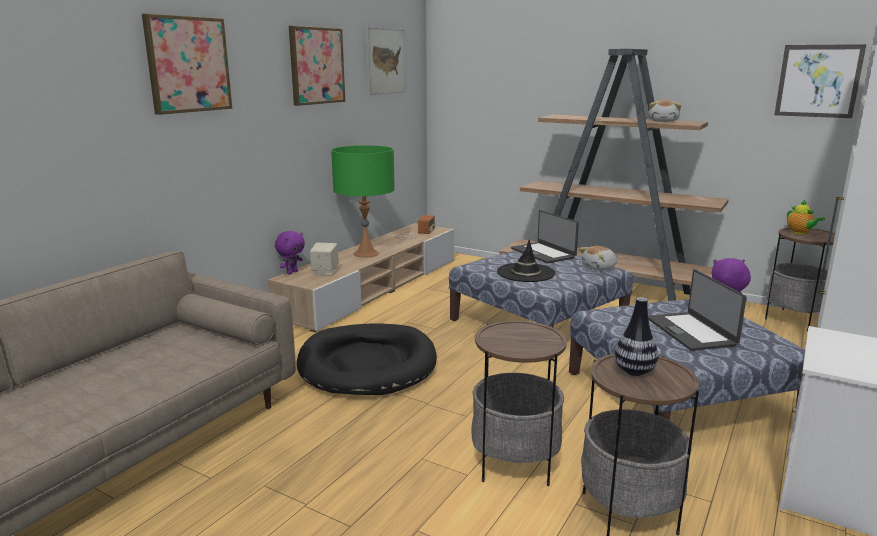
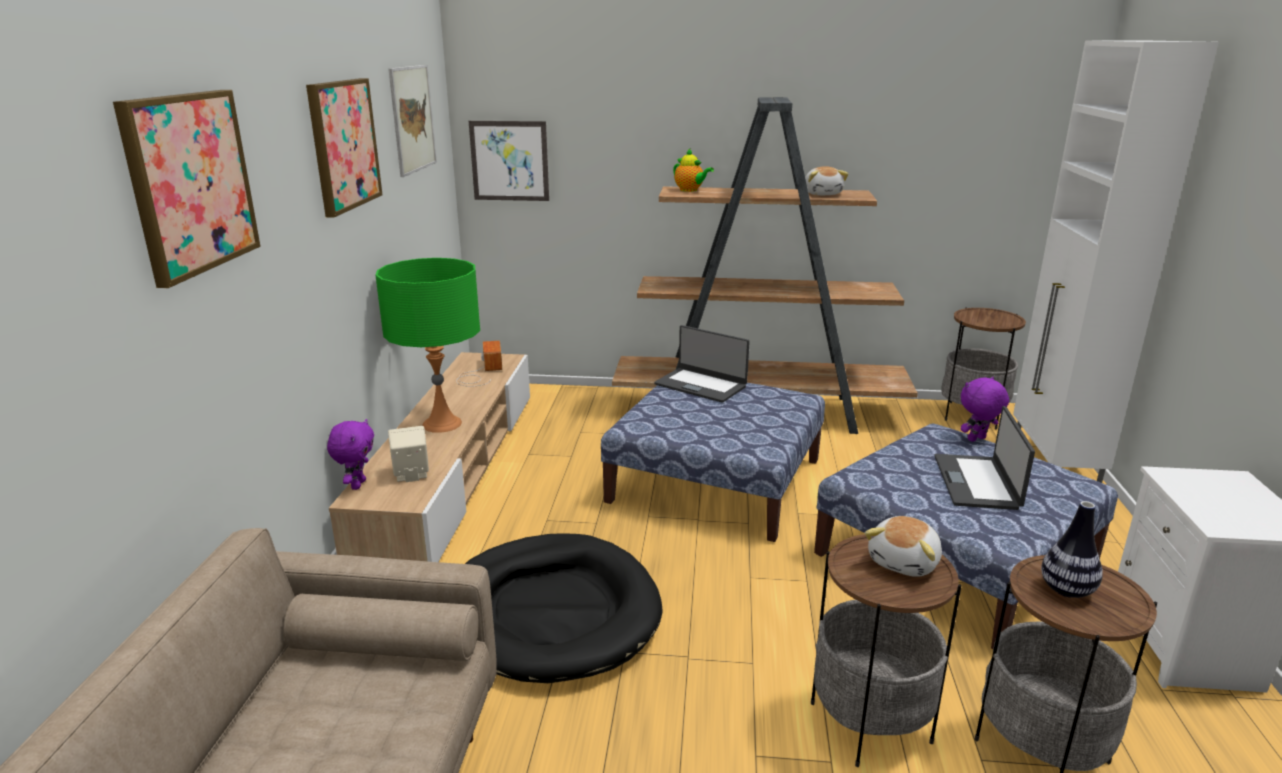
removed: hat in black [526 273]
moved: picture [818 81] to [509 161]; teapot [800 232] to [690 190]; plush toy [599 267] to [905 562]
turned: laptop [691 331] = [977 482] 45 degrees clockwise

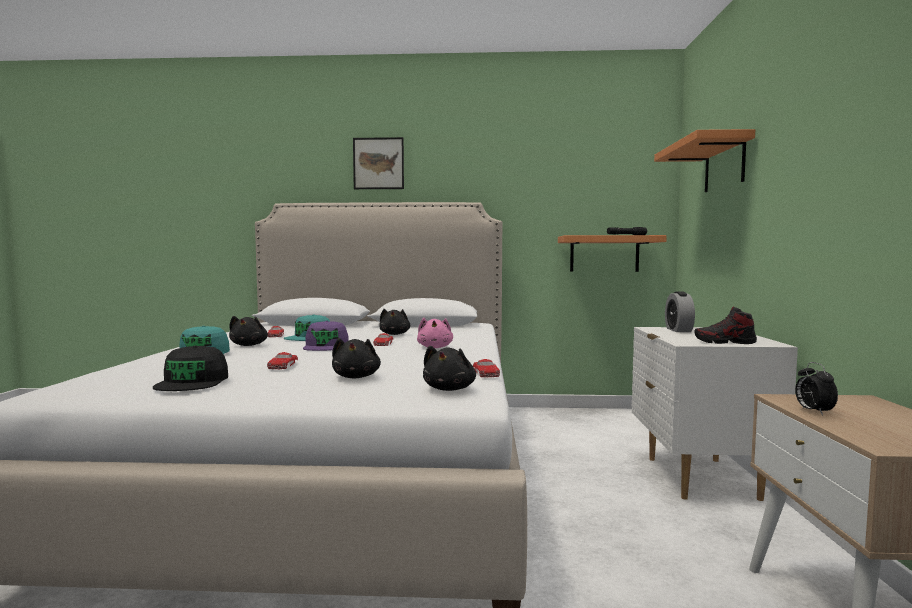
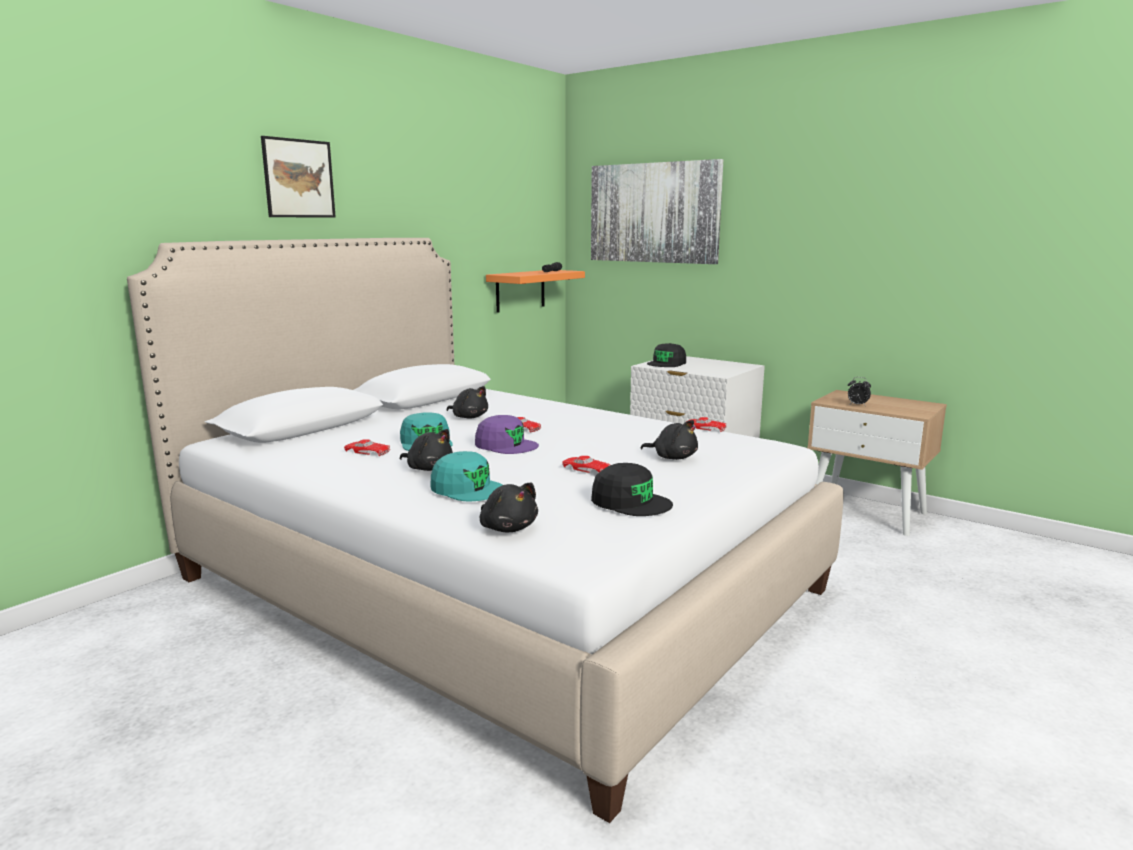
removed: plush toy in pink [435 347]; shoe [725 342]
moved: plush toy in black [450 389] to [507 528]
replaced: shelf in orange [724 165] to picture [654 213]; alarm clock [678 330] to cap in black [667 363]

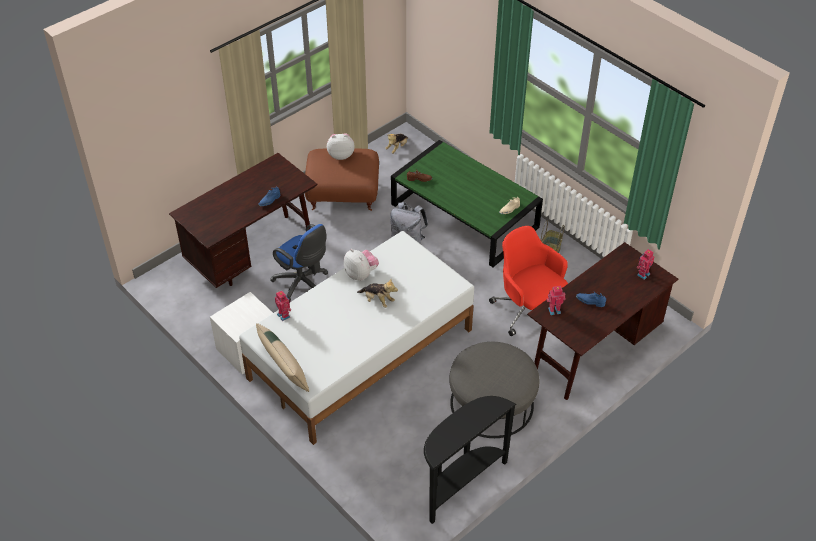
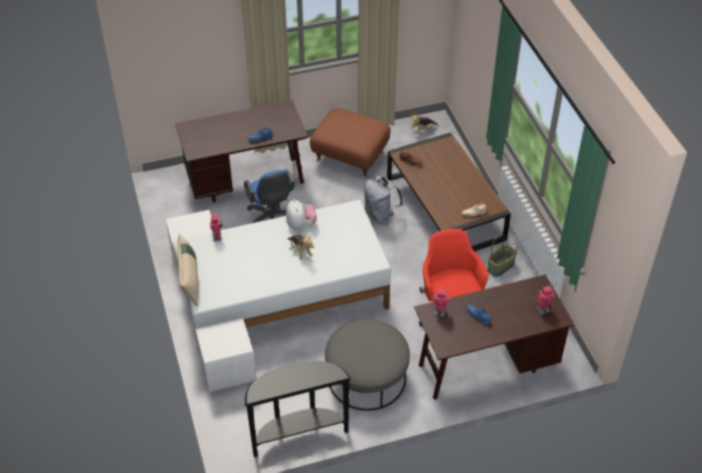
removed: plush toy [341 155]
added: nightstand in white [228 370]
recoloured: coffee table in green [465 215] to coffee table in brown [445 208]

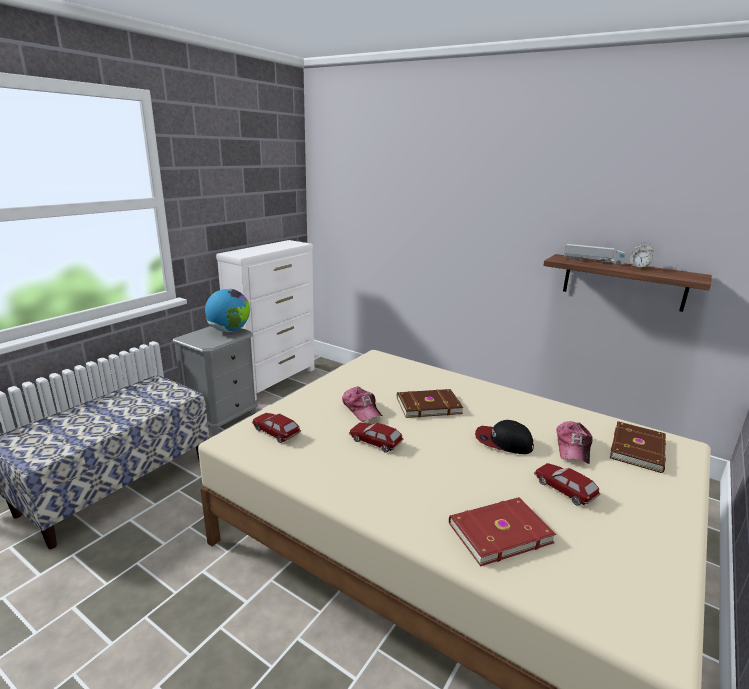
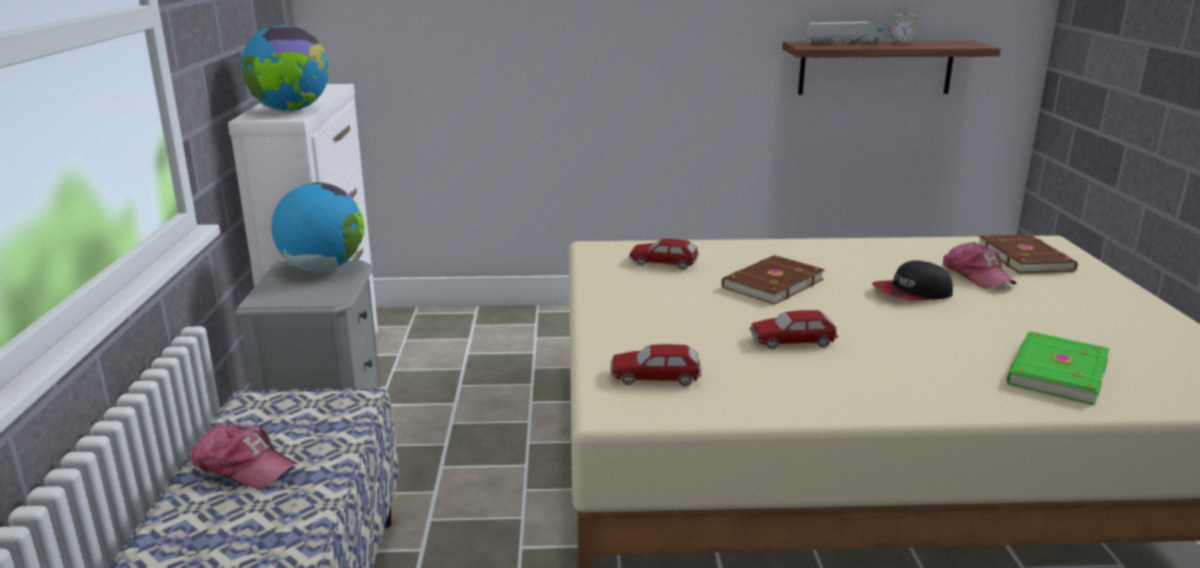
added: globe [290 111]
moved: cap [361 409] to [244 466]; toy car [564 489] to [663 263]
recoloured: book in red [498 532] to book in green [1054 372]

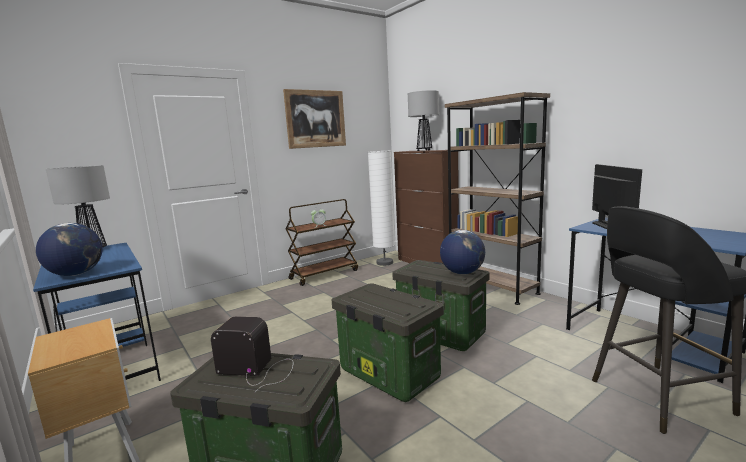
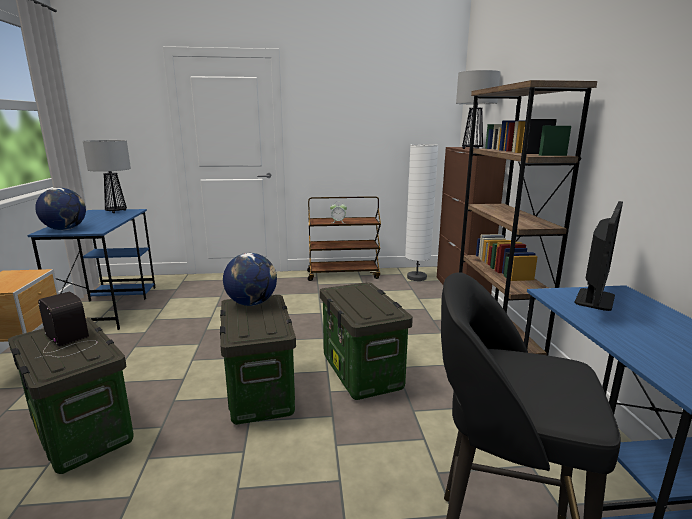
removed: picture [315 119]
moved: globe [462 273] to [252 303]

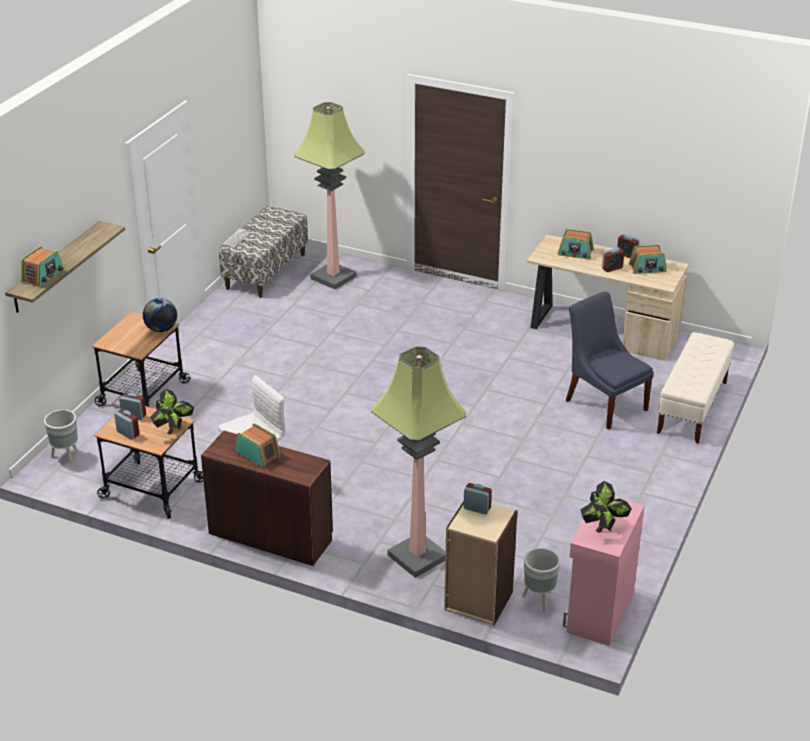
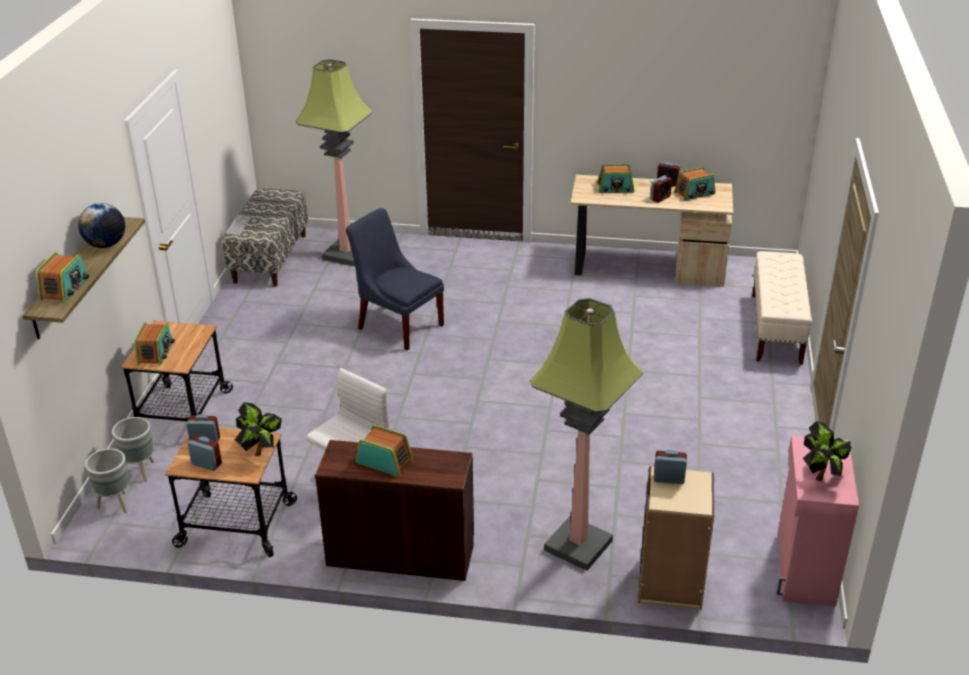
added: radio [156 353]
moved: globe [161 329] to [106 245]; planter in grey [538 600] to [140 472]; chair in blue [604 403] to [398 325]

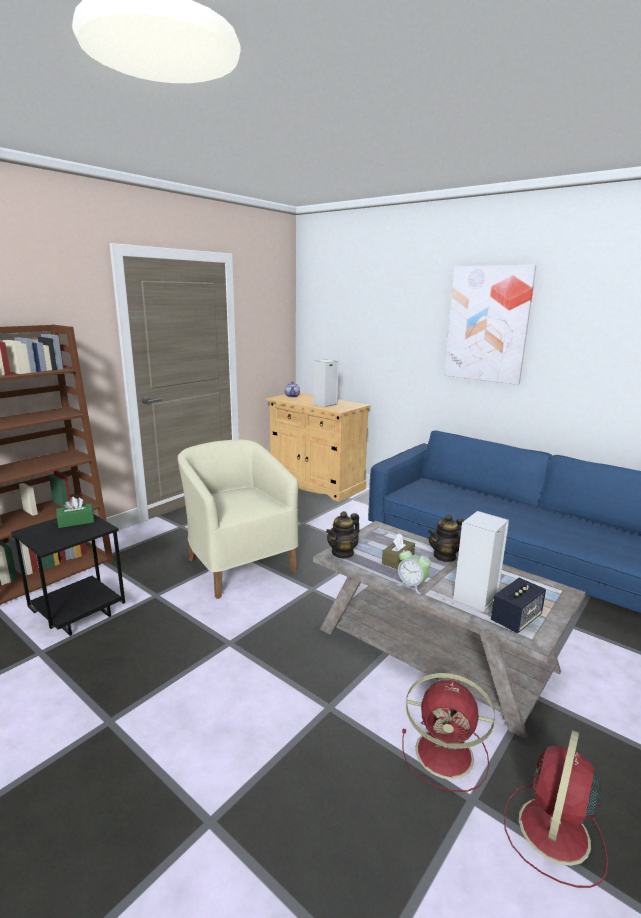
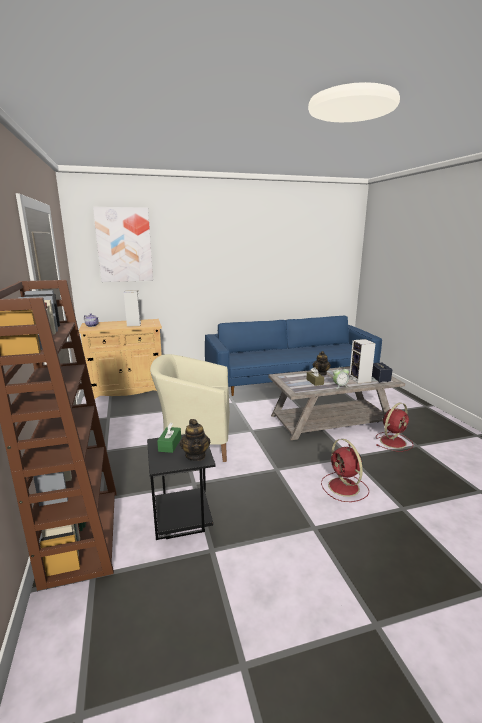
moved: picture [487 324] to [124 245]; teapot [343 553] to [196 455]; fan in red [553 833] to [344 487]

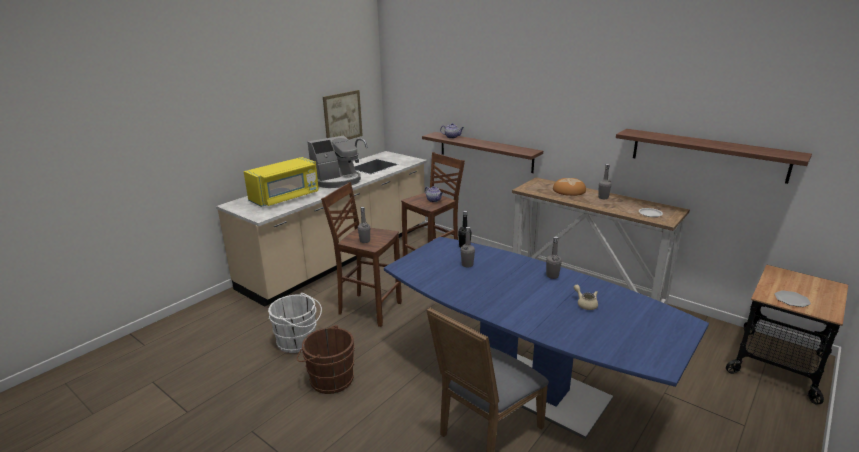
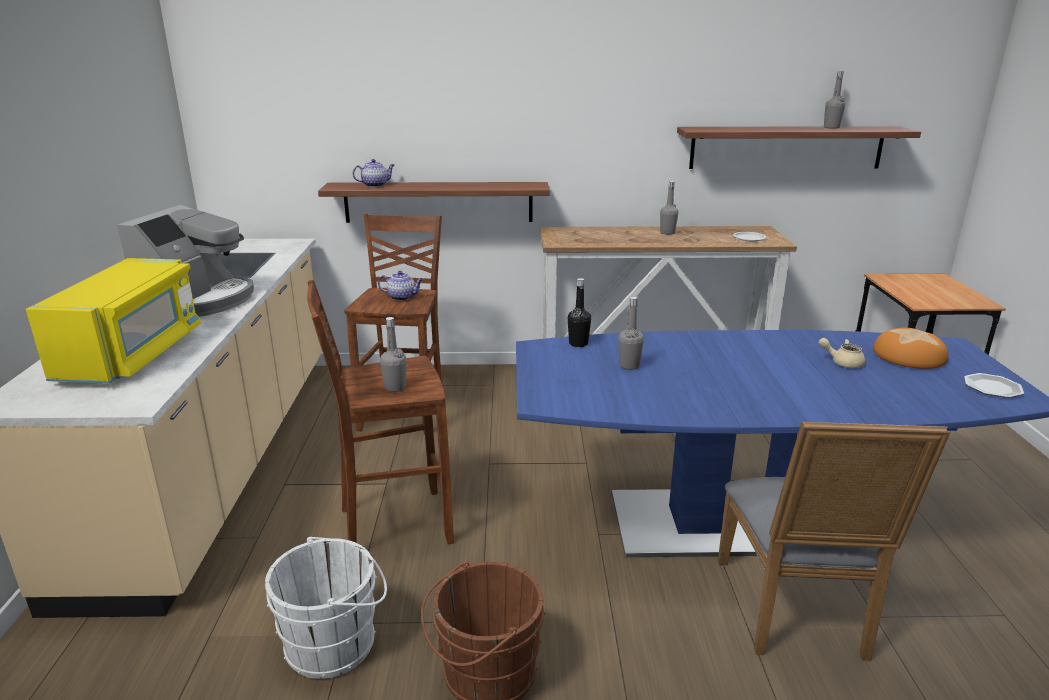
removed: picture [342 117]
moved: bottle in grey [552 276] to [831 127]; bread [568 190] to [908 356]; plate [791 300] to [992 387]

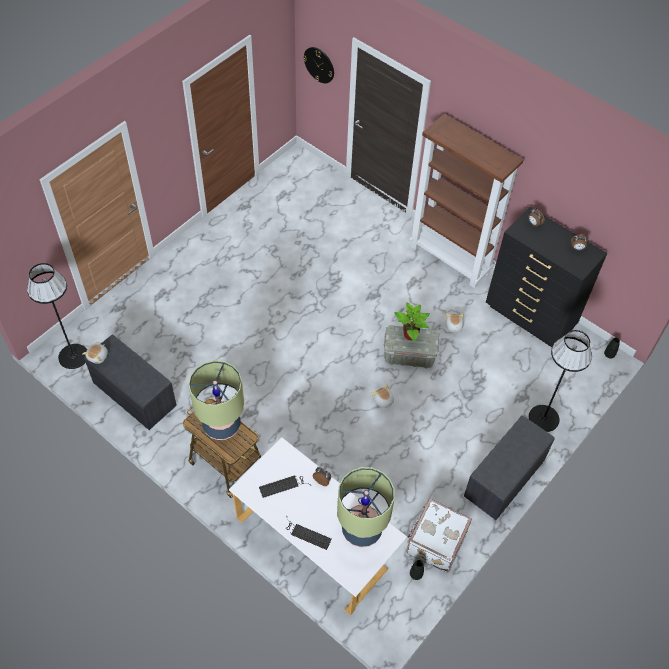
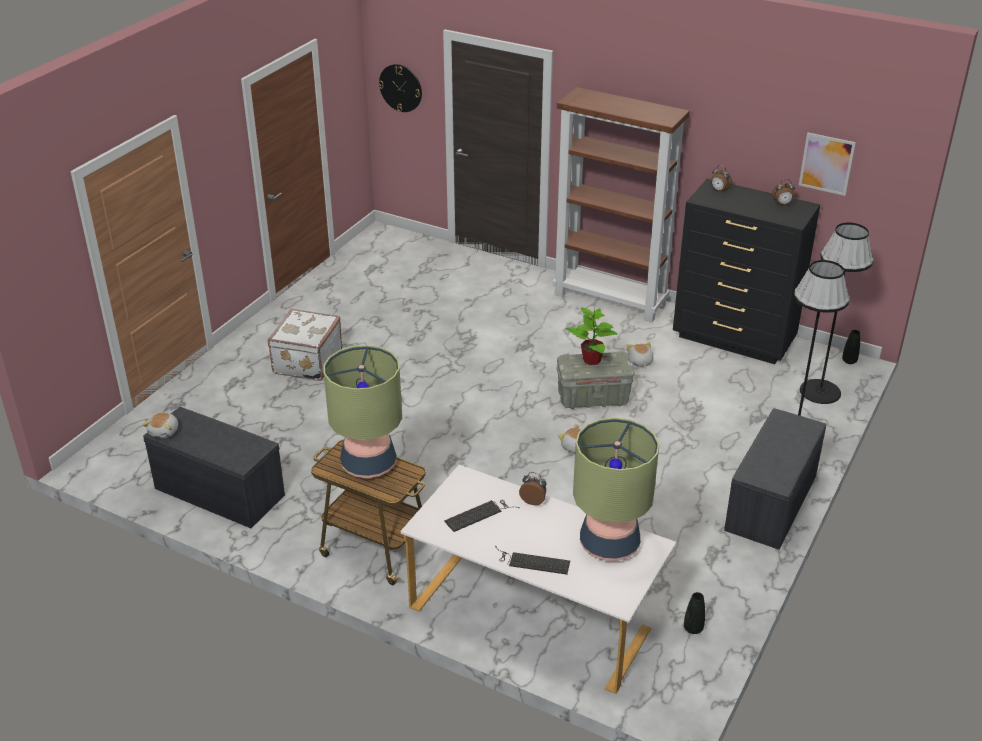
added: picture [826 164]
moved: suitcase in white [435 542] to [306 362]; floor lamp in black [73 356] to [820 391]

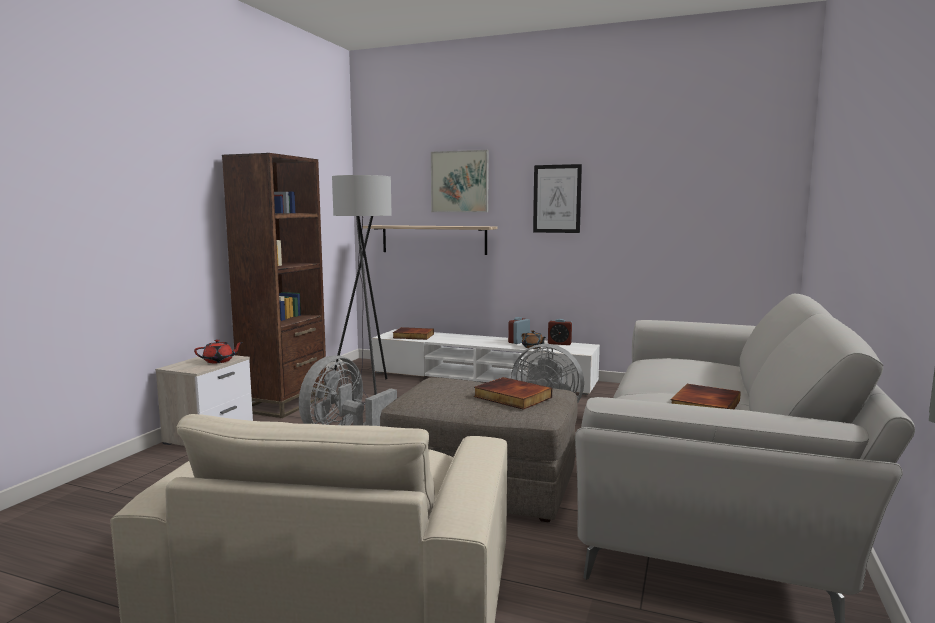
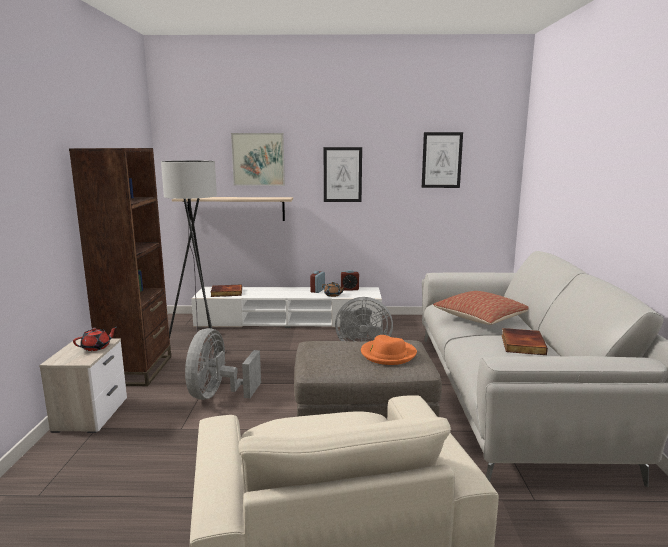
added: picture [441 160]; pillow [480 318]
replaced: book [511 397] to hat in orange [388 354]

